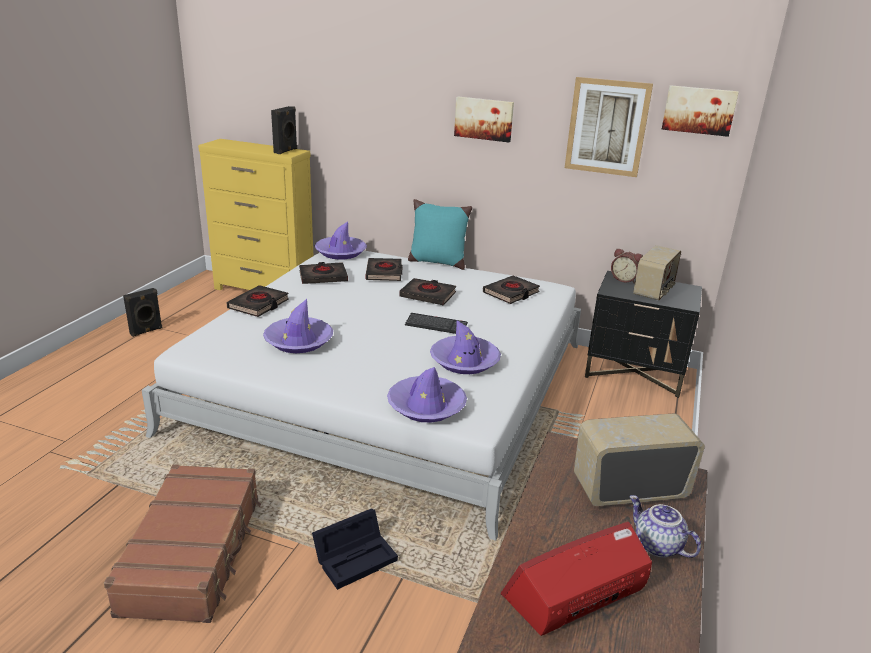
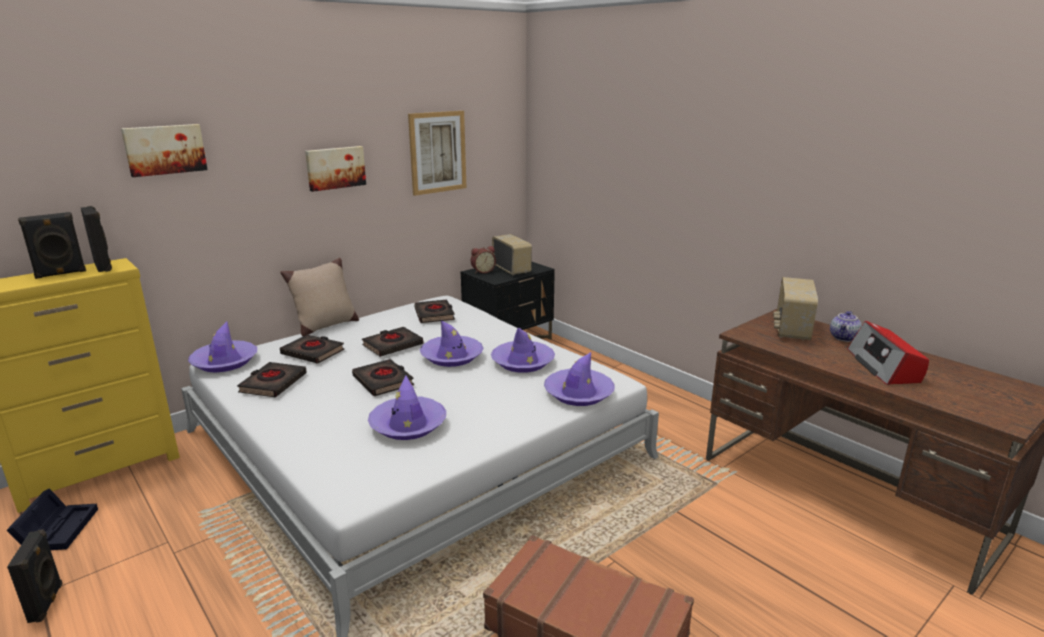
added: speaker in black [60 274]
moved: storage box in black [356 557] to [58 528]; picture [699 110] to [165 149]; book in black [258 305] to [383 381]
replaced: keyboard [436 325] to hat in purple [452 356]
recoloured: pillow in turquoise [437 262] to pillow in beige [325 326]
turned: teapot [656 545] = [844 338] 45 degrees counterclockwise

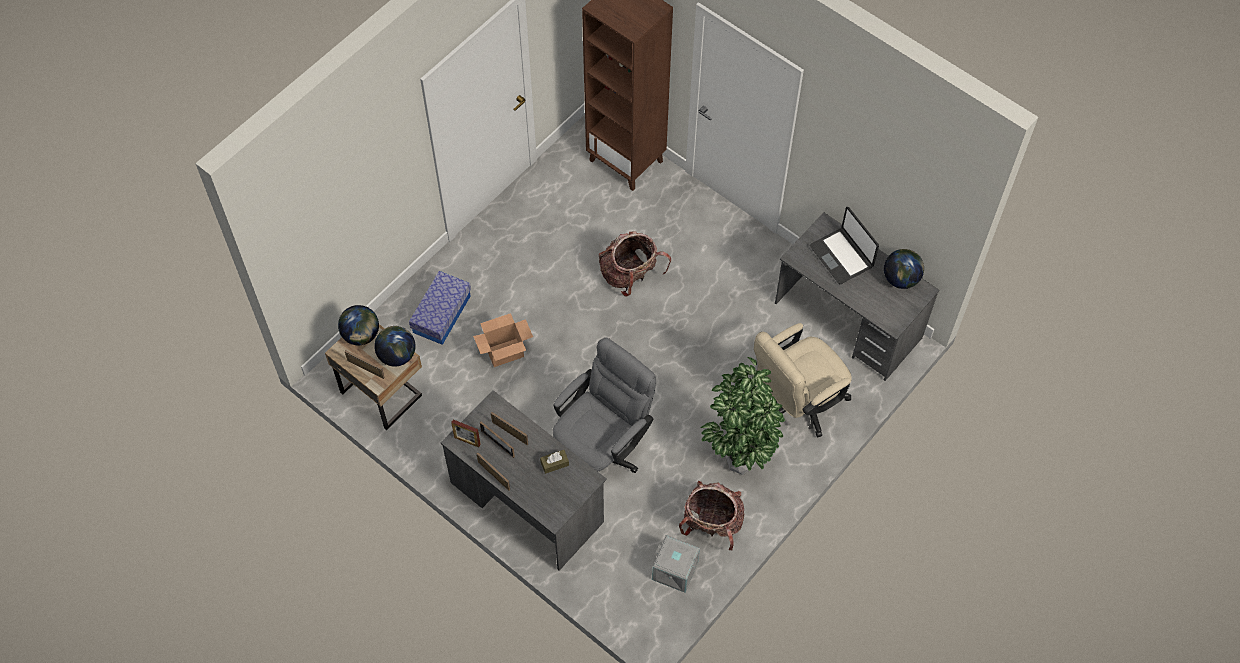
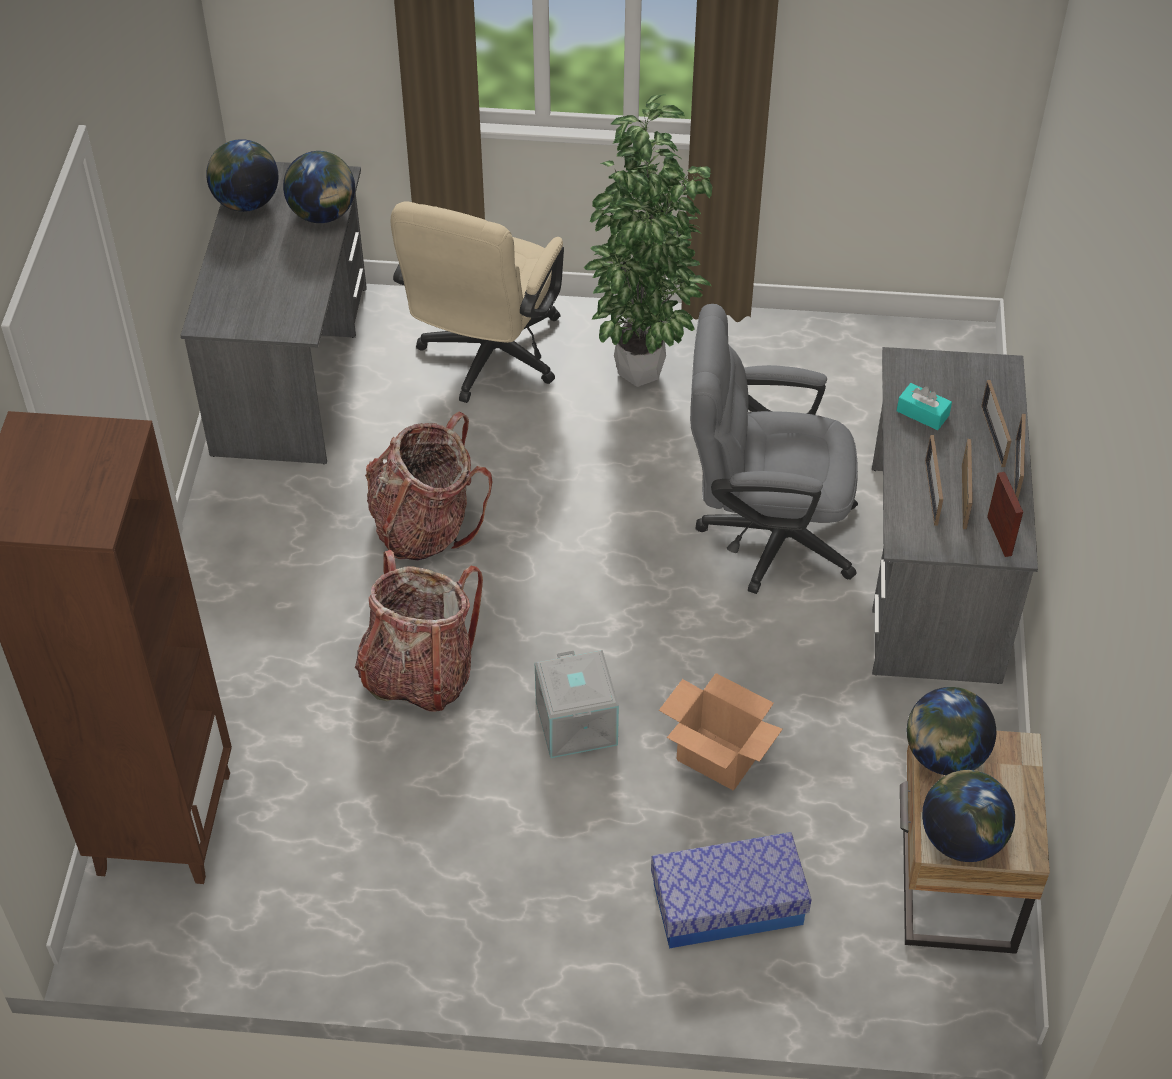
removed: laptop [842 256]
added: globe [323 214]
moved: backpack [711 524] to [425 526]; storage box in grey [674 571] to [578 723]; picture frame [365 369] to [993 436]
recoloured: tissue box in brown [554 464] to tissue box in turquoise [922 413]
turned: office chair in beige [796 404] = [486 360] 90 degrees clockwise

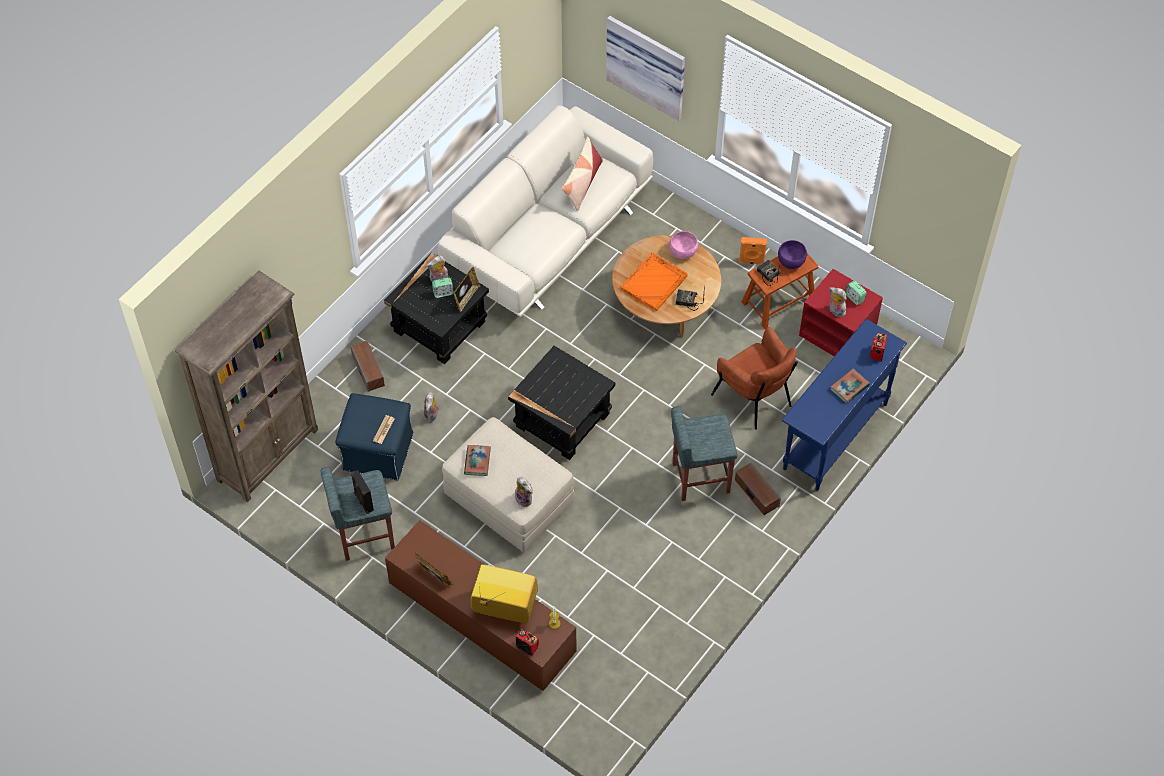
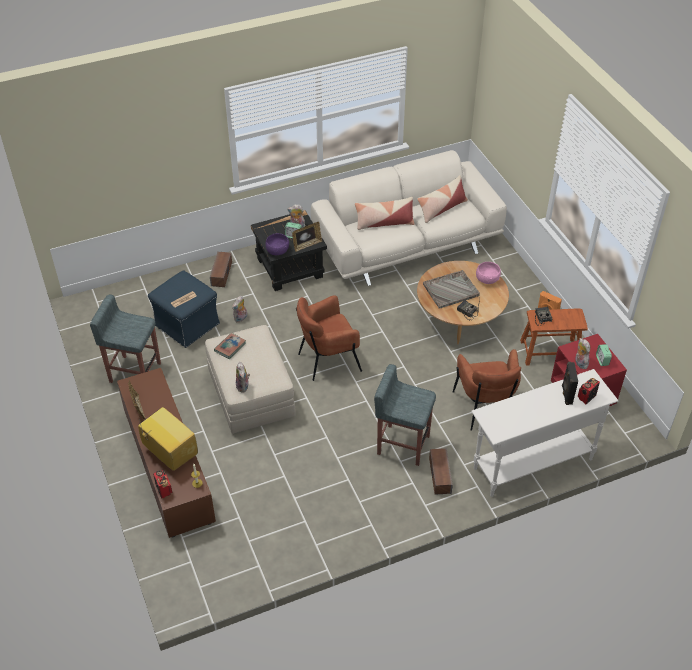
removed: bookcase in brown [268 454]; picture [647 65]; book [849 387]
added: pillow [384 223]
moved: bowl in purple [791 261] to [277 251]; speaker in black [363 502] to [566 395]
replaced: side table in black [561 420] to armchair in brown [328 360]
recoloured: tray in orange [654 282] to tray in grey [451 290]; console table in blue [834 436] to console table in white [532 463]

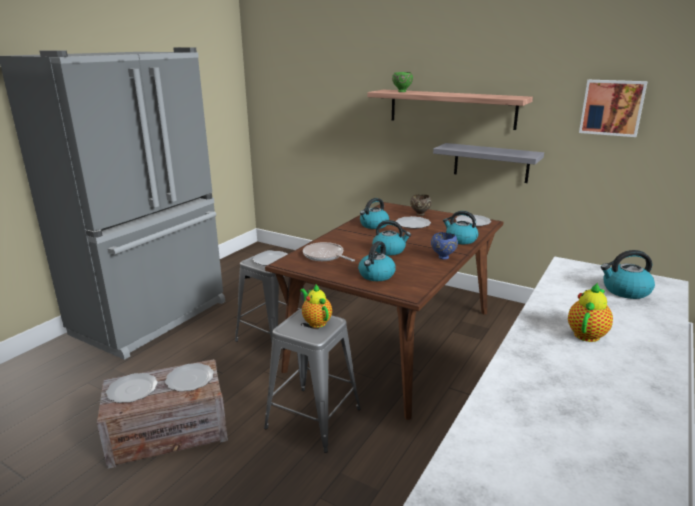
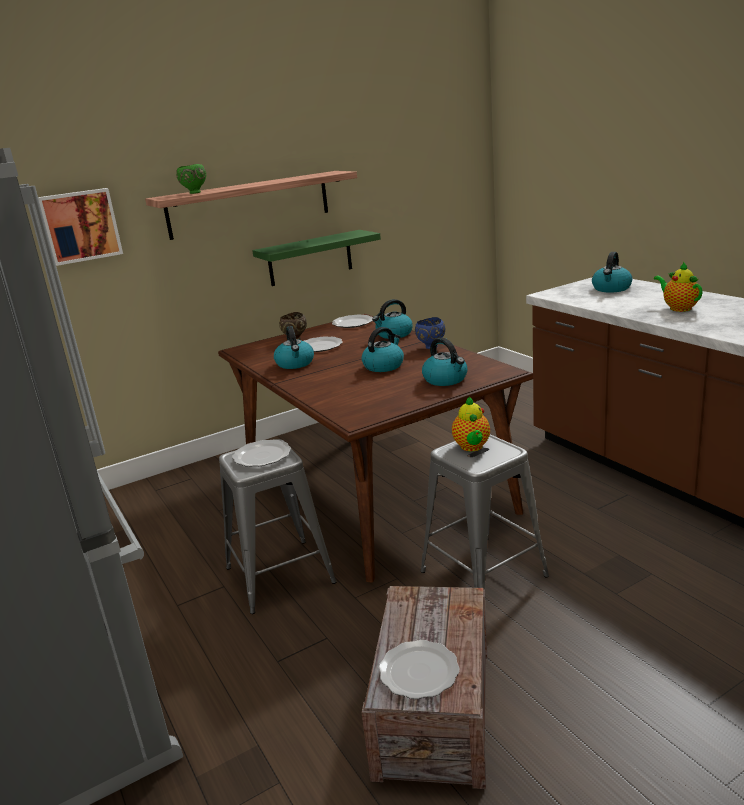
removed: plate [189 379]; frying pan [325 256]
moved: picture [612 107] to [80 226]
recoloured: shelf in grey [491 163] to shelf in green [310 258]
turned: teapot [316 322] = [472 447] 90 degrees counterclockwise

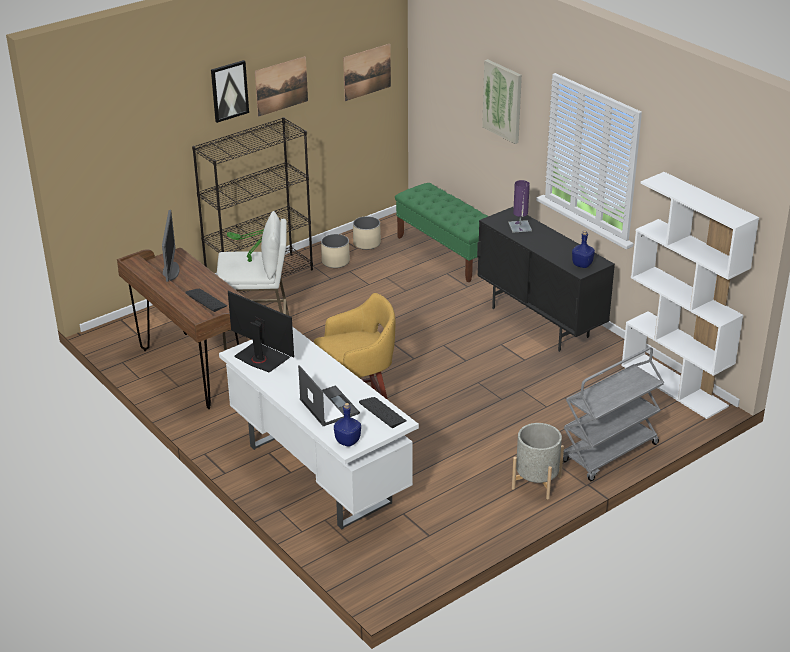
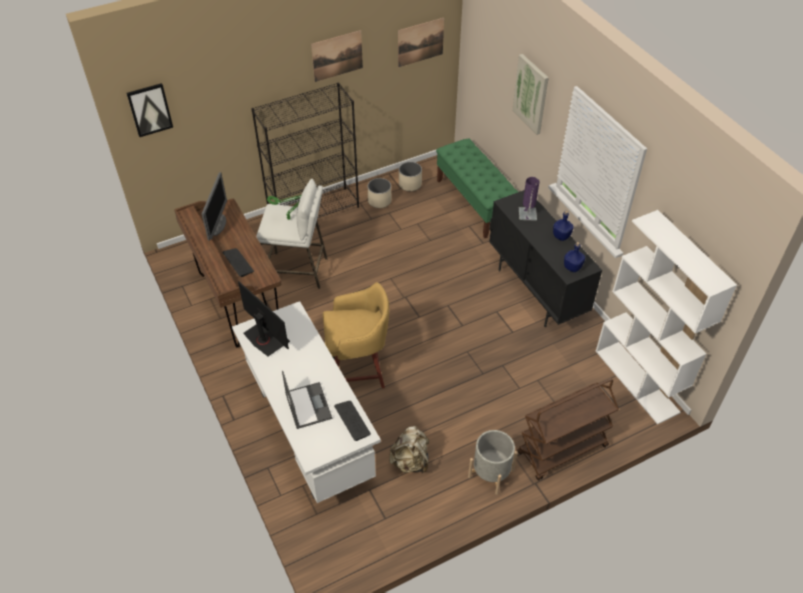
added: backpack in beige [410 461]
moved: picture [229 90] to [150 109]; bottle in blue [348 441] to [561 236]
recoloured: cart in grey [609 453] to cart in brown [562 450]

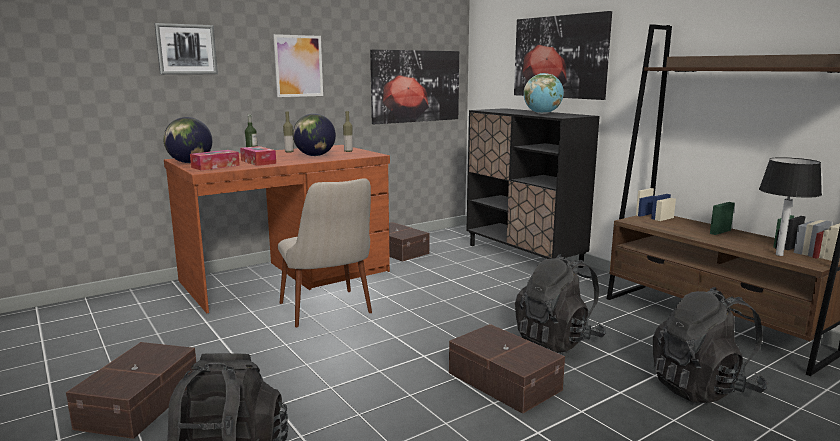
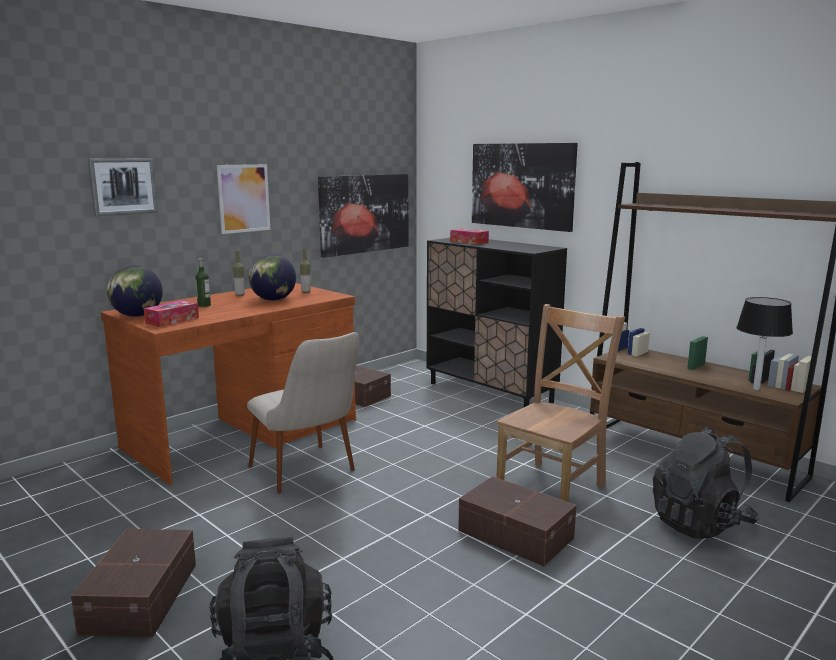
removed: globe [542 113]
moved: tissue box [258 162] to [469 242]
replaced: backpack in black [557 341] to chair in brown [553 486]

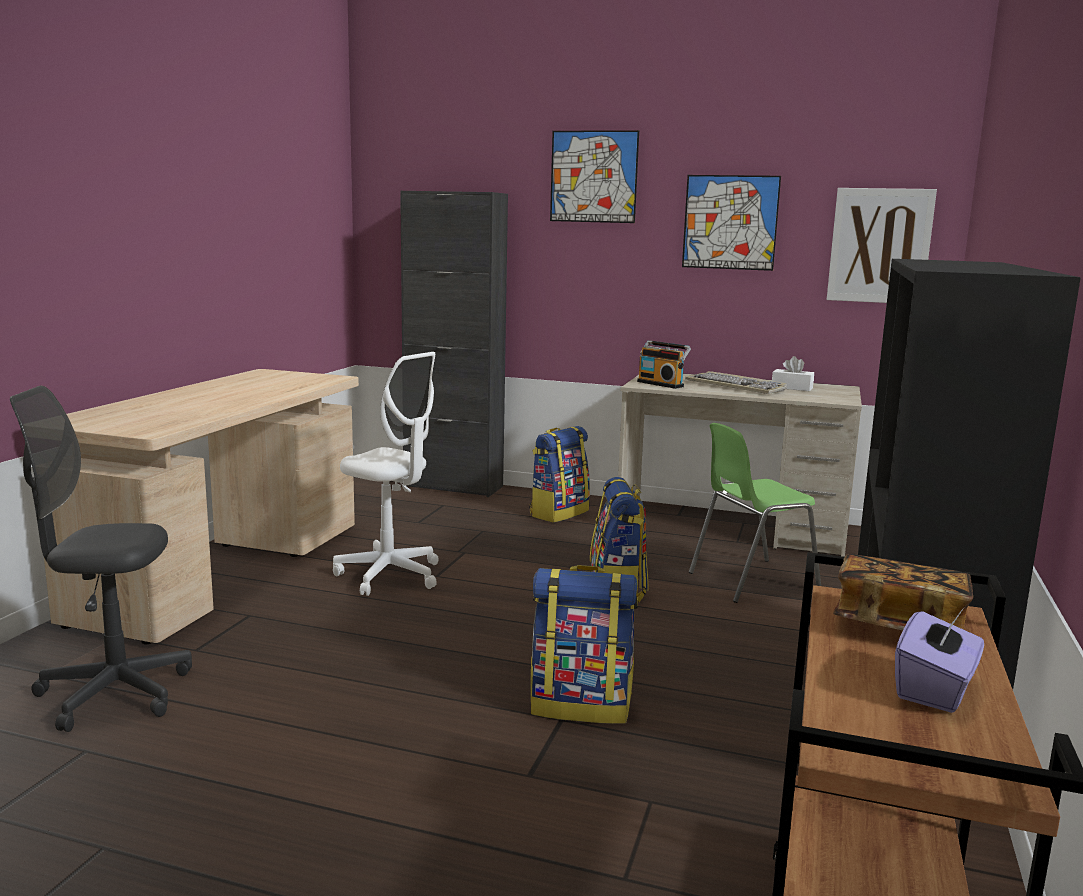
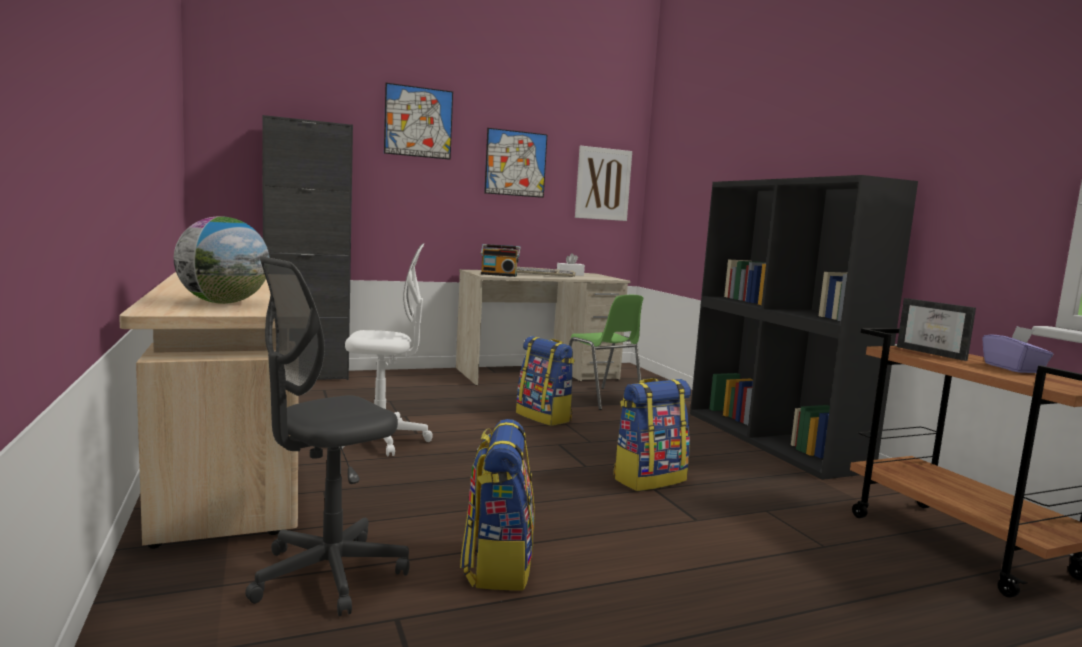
added: globe [223 303]
moved: backpack [558 513] to [497 565]
replaced: book [898 625] to picture frame [936 353]
turned: chair in green [751 581] = [601 399] 60 degrees counterclockwise

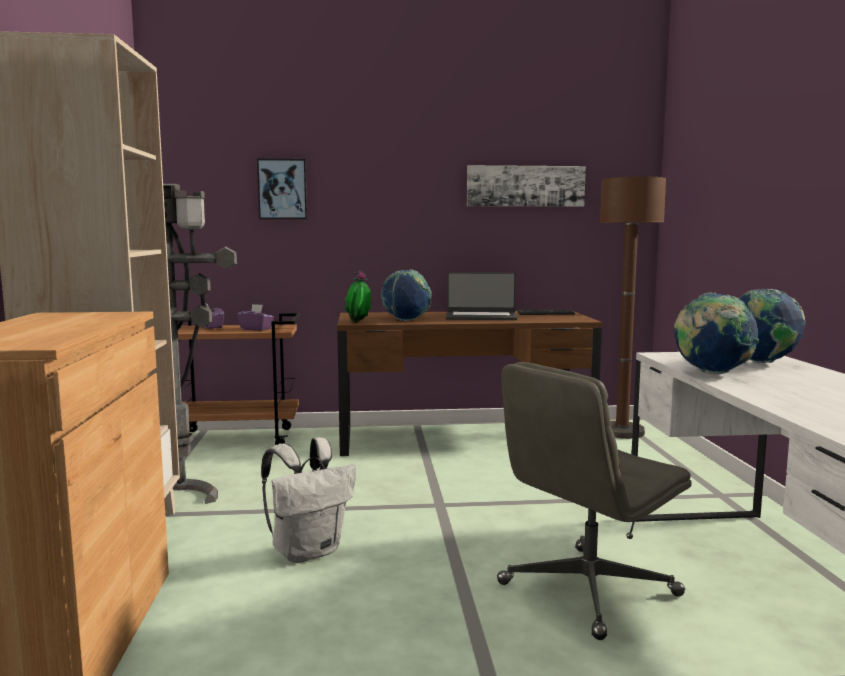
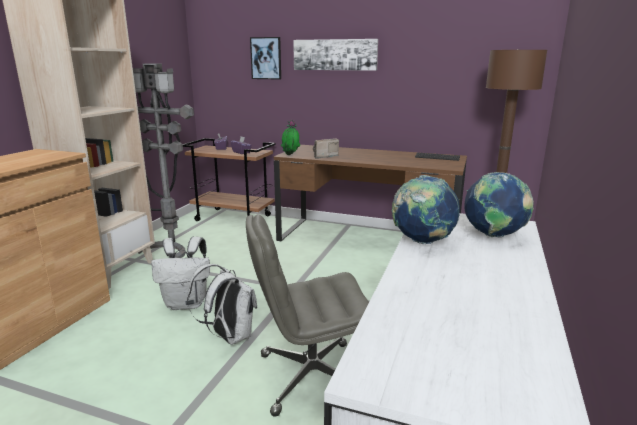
removed: laptop [481 317]
added: backpack in white [229 336]
moved: picture [525 186] to [335 54]
replaced: globe [406 321] to radio [323 156]

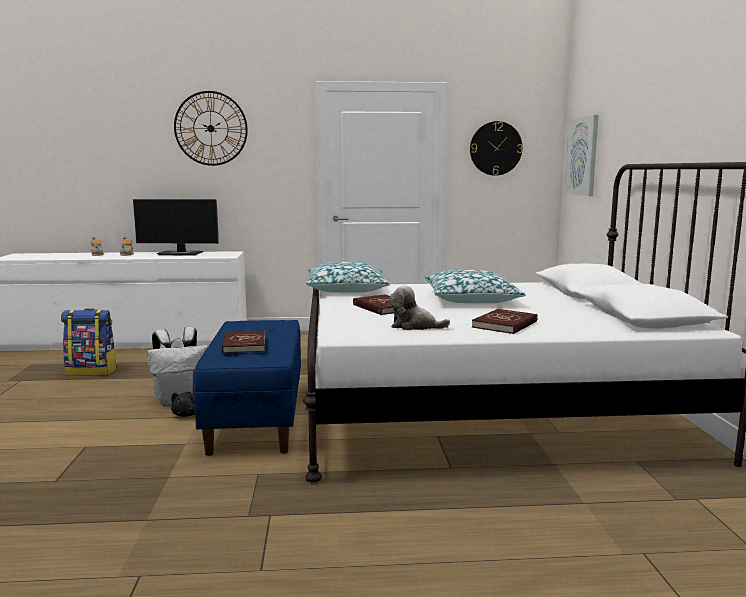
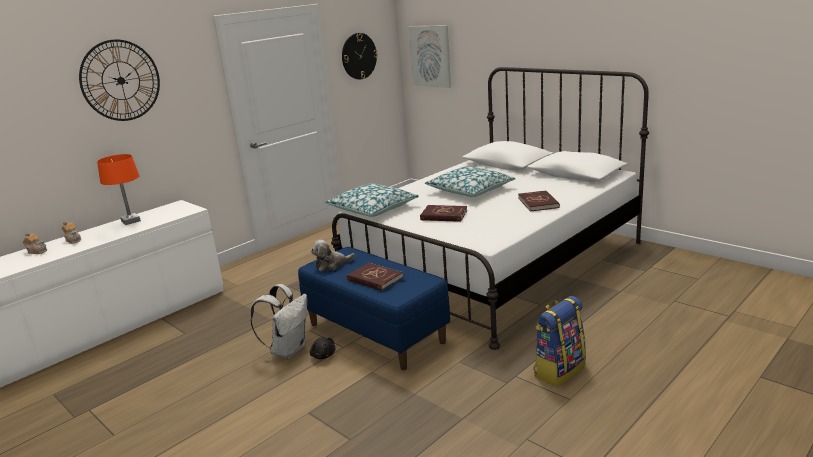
moved: plush toy [414 326] to [332 265]; backpack [92 371] to [559 370]
replaced: monitor [181 253] to table lamp in orange [131 221]

